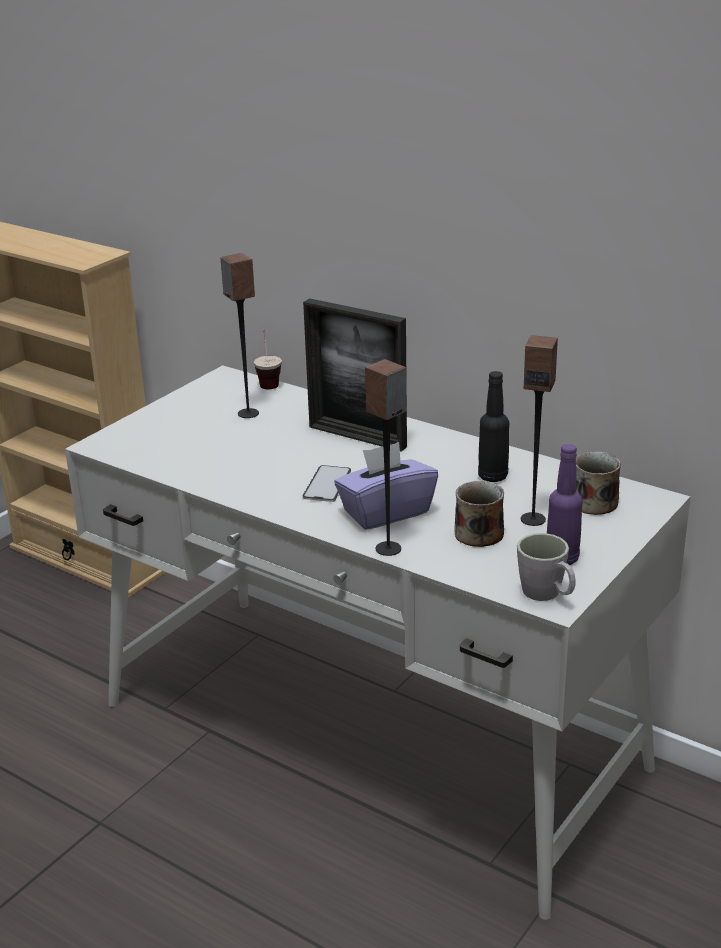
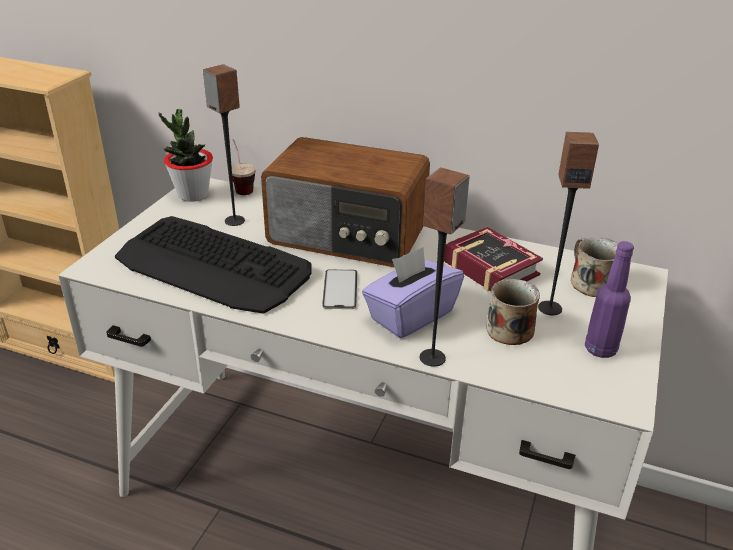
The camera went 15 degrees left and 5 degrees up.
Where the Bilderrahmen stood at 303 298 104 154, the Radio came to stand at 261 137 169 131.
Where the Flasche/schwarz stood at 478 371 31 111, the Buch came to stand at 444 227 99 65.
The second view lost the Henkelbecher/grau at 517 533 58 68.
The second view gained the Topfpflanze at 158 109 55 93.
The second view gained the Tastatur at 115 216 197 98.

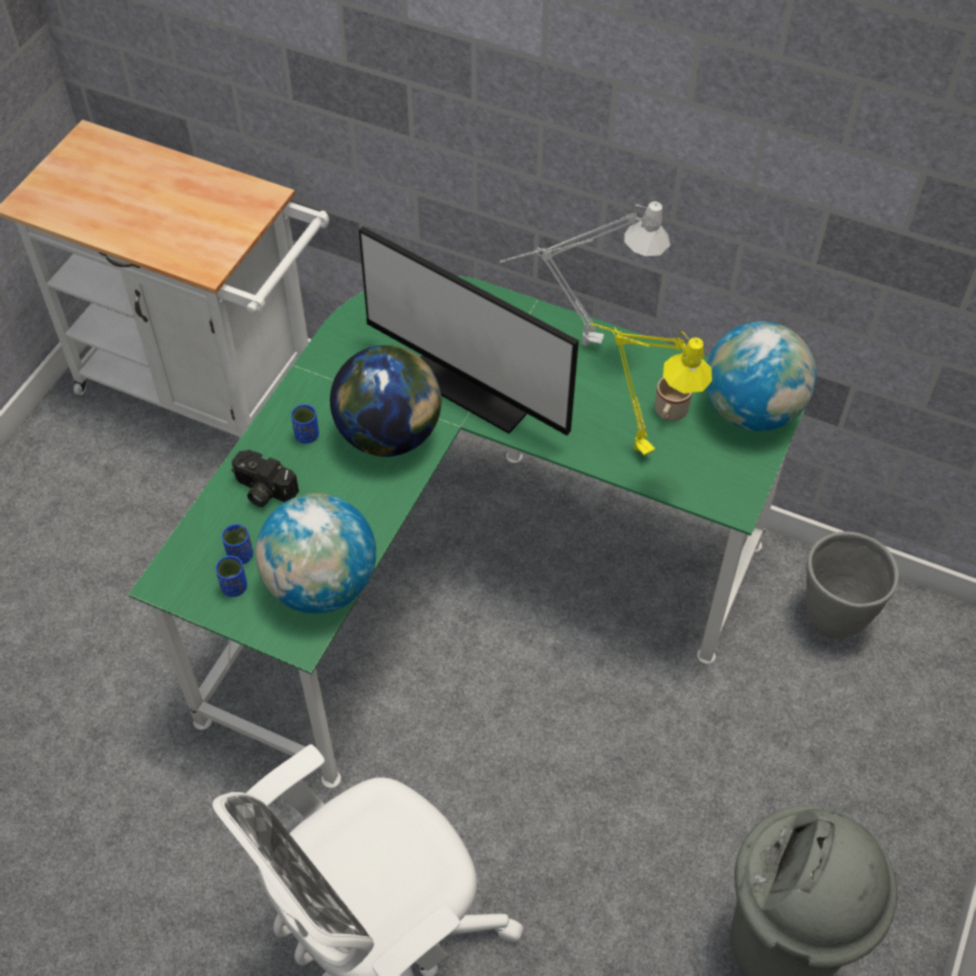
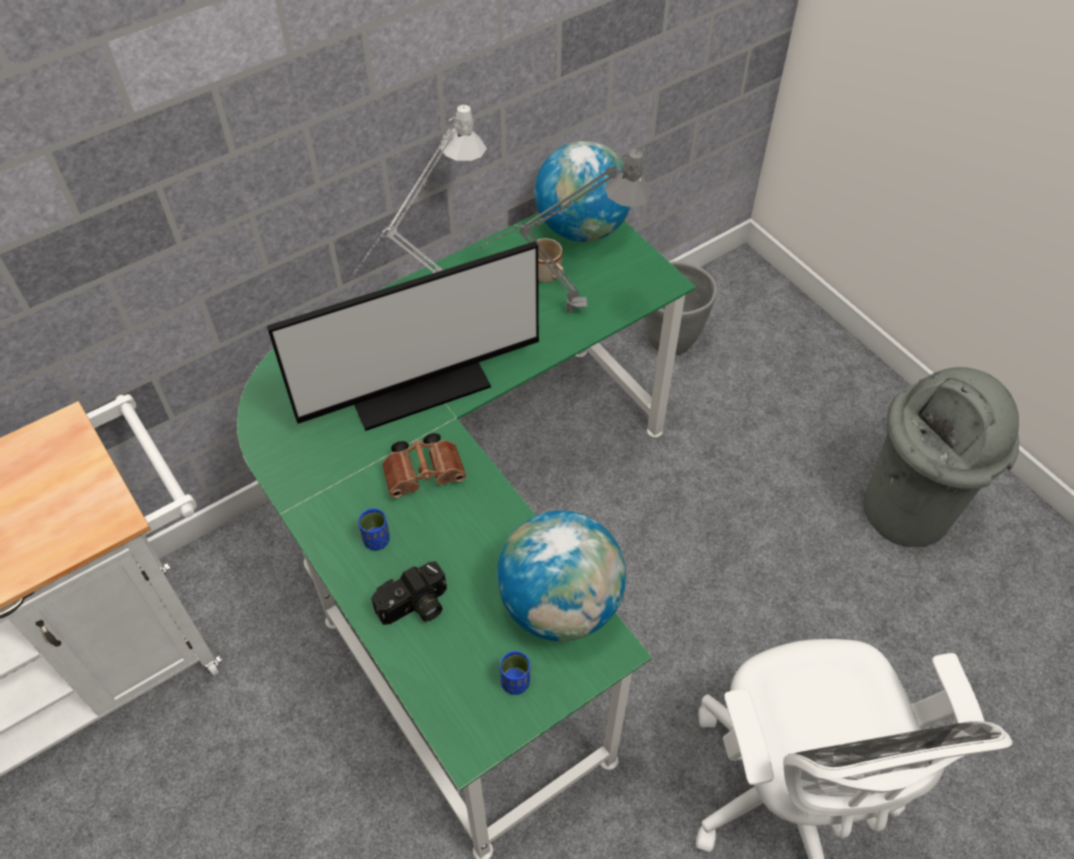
The camera went 60 degrees left and 0 degrees up.
What was the Tischlampe/gelb at 591 323 121 134 turned into the Tischlampe/grau at 476 149 176 164.
Where the Globus stood at 330 345 111 112, the Fernglas/braun came to stand at 382 433 85 65.
The second view lost the Tasse/blau at 222 524 31 40.

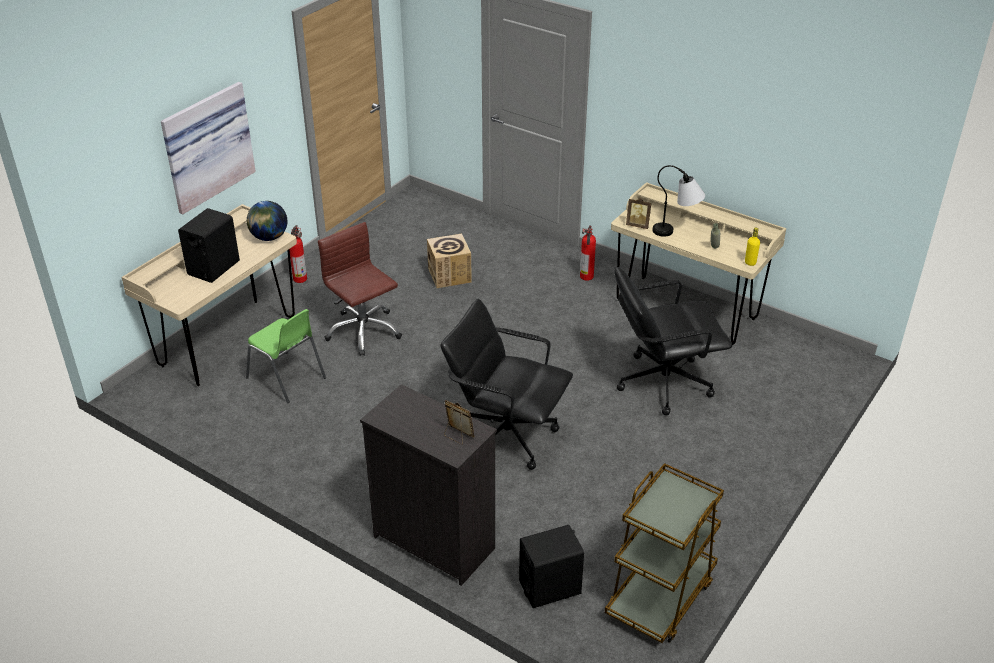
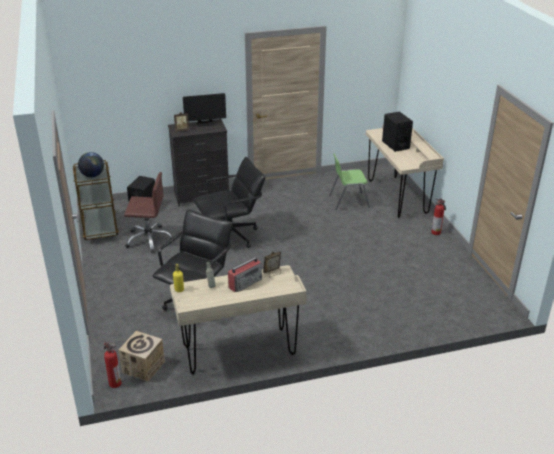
The camera went 130 degrees right and 5 degrees down.
The second view lost the Bild at 161 82 95 132.
Where the Tischlampe stood at 652 165 53 72, the Radio came to stand at 228 257 34 35.
The Globus ended up elsewhere, having gone from 247 201 40 40 to 78 152 26 25.
The Bürostuhl/braun ended up elsewhere, having gone from 318 222 84 134 to 124 172 49 81.
The Feuerlöscher ended up elsewhere, having gone from 580 225 16 56 to 104 341 17 47.
The Karton ended up elsewhere, having gone from 427 234 45 54 to 118 331 47 51.
The second view gained the Monitor at 183 93 43 33.

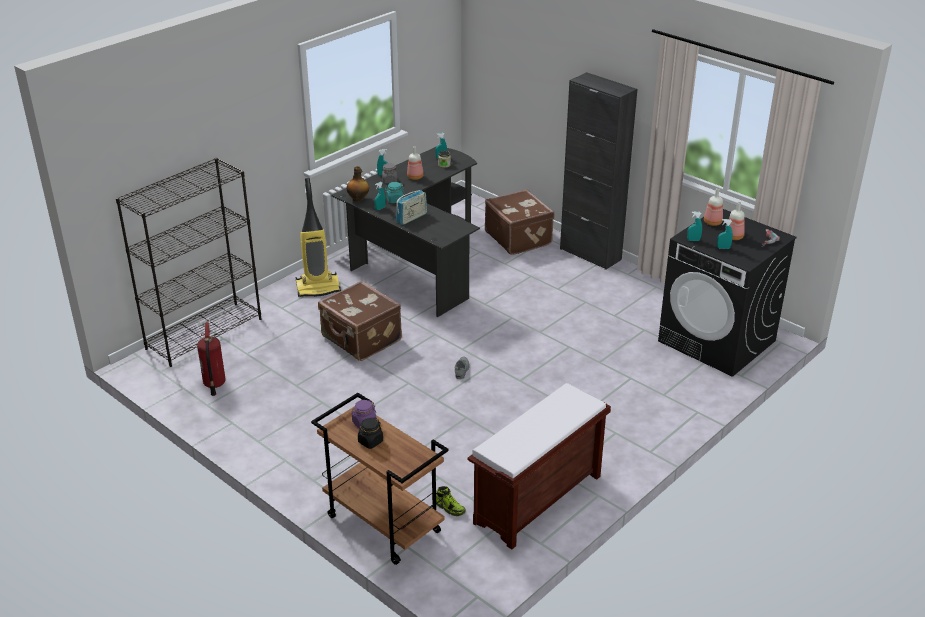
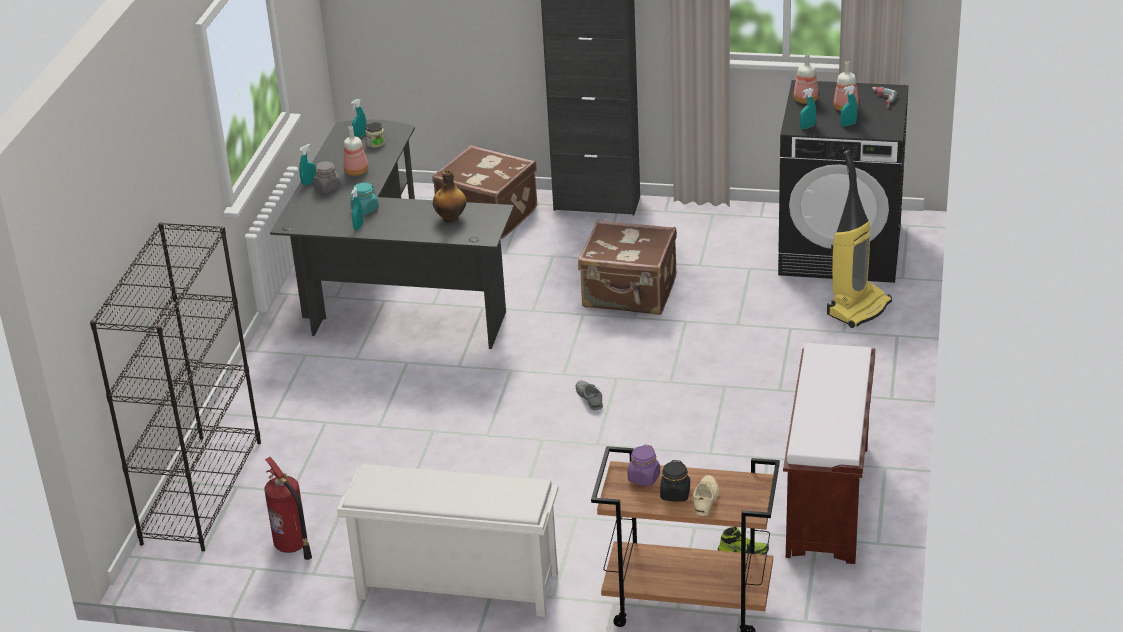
The camera went 30 degrees left and 0 degrees up.
The Flasche ended up elsewhere, having gone from 347 166 22 36 to 433 170 34 53.
The Staubsauger ended up elsewhere, having gone from 296 178 45 119 to 827 150 65 178.
The second view lost the Radio at 396 190 31 35.
The Koffer/braun ended up elsewhere, having gone from 318 281 84 80 to 578 220 99 95.
The second view gained the Schuhregal/weiß at 337 464 222 153.
The second view gained the Schuh/beige at 693 475 26 41.

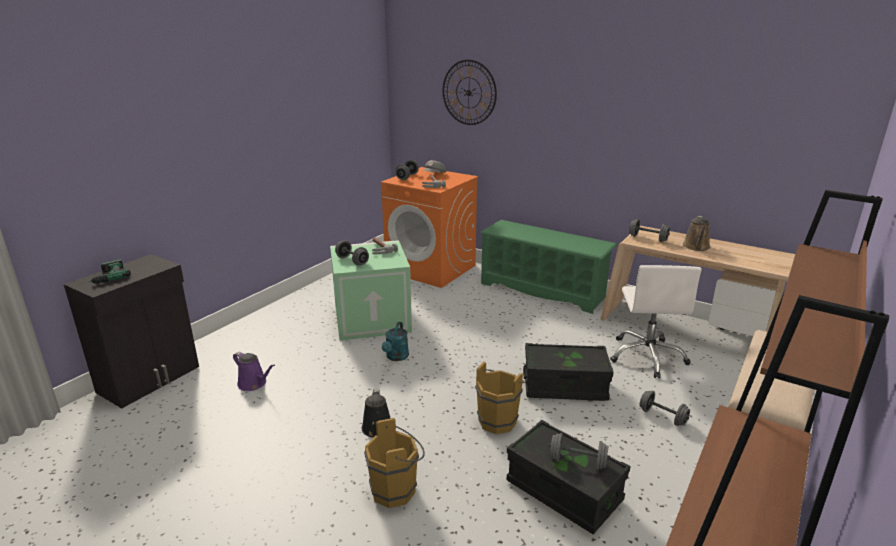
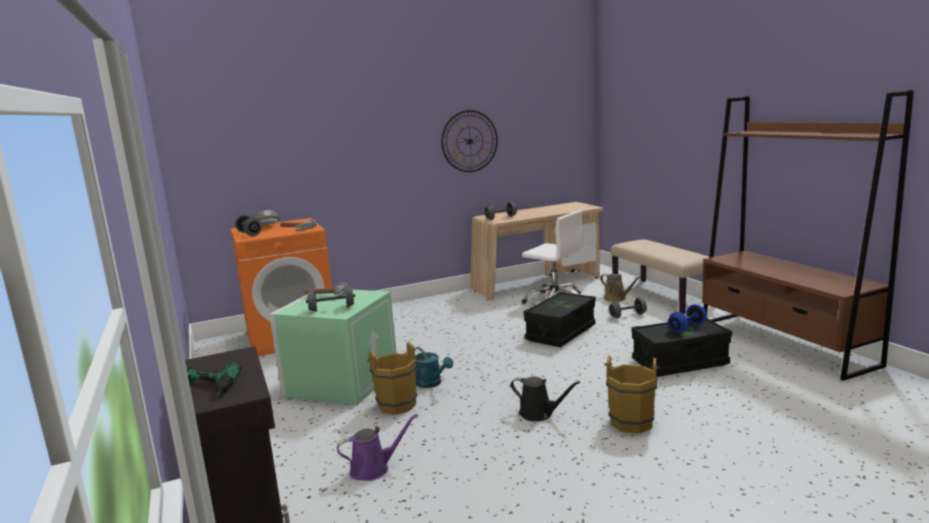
The camera went 55 degrees left and 10 degrees down.
The Wanduhr ended up elsewhere, having gone from 443 60 54 65 to 441 110 57 62.
The Gießkanne/braun ended up elsewhere, having gone from 683 216 27 35 to 600 274 41 28.
The second view lost the Schuhregal/grün at 480 220 137 94.
The Eimer/braun ended up elsewhere, having gone from 475 362 50 72 to 367 342 50 73.
What was the Hantel/grau at 549 433 61 37 turned into the Hantel/blau at 668 304 39 29.

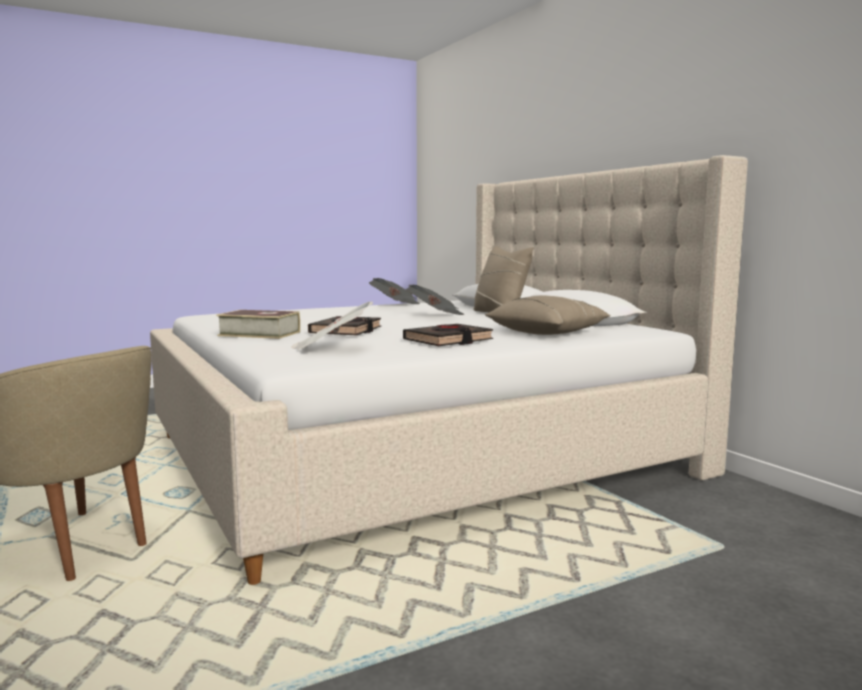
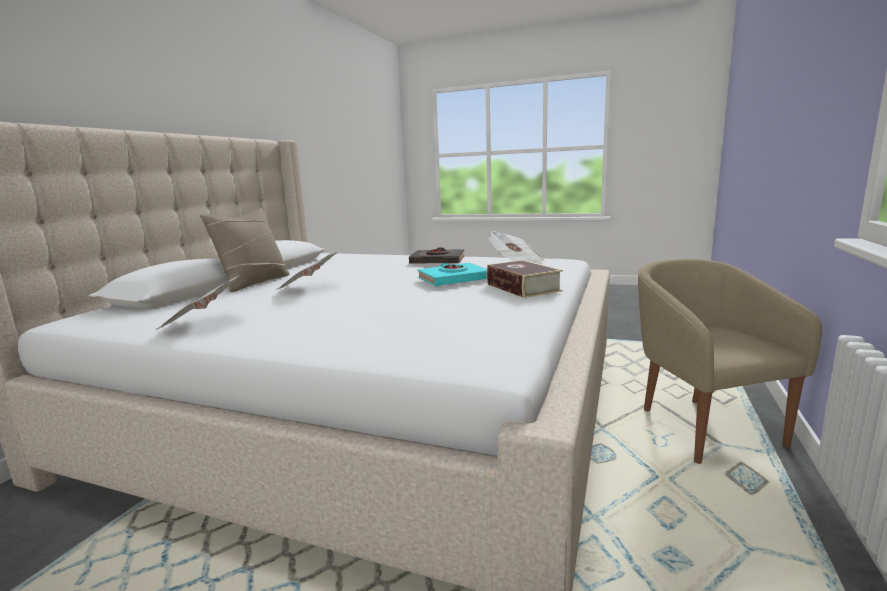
The camera went 130 degrees left and 5 degrees up.
The second view lost the Kissen/beige at 485 295 126 40.
What was the Buch/schwarz at 308 316 73 19 turned into the Buch/türkis at 417 263 70 23.

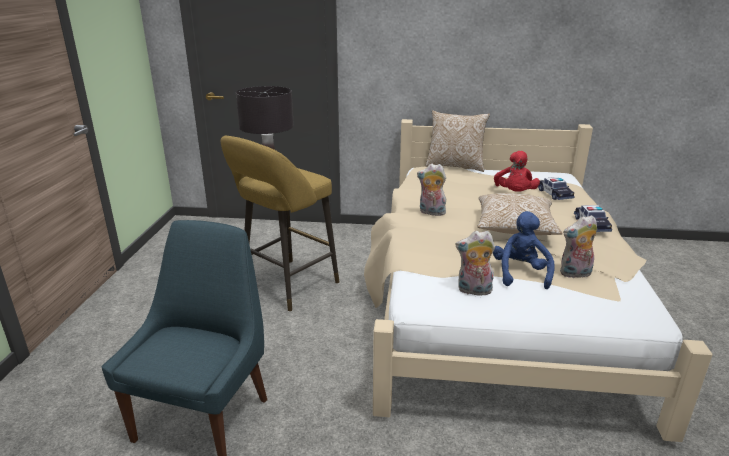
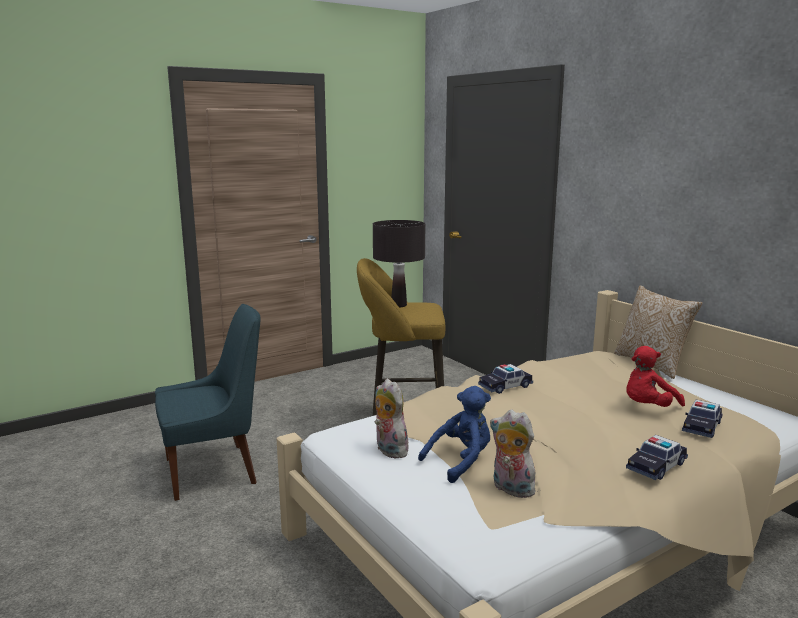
The camera went 50 degrees right and 10 degrees down.
Where the Plüschtier stood at 417 164 29 52, the Spielzeugauto came to stand at 478 364 55 30.
The second view lost the Kissen at 477 193 86 42.

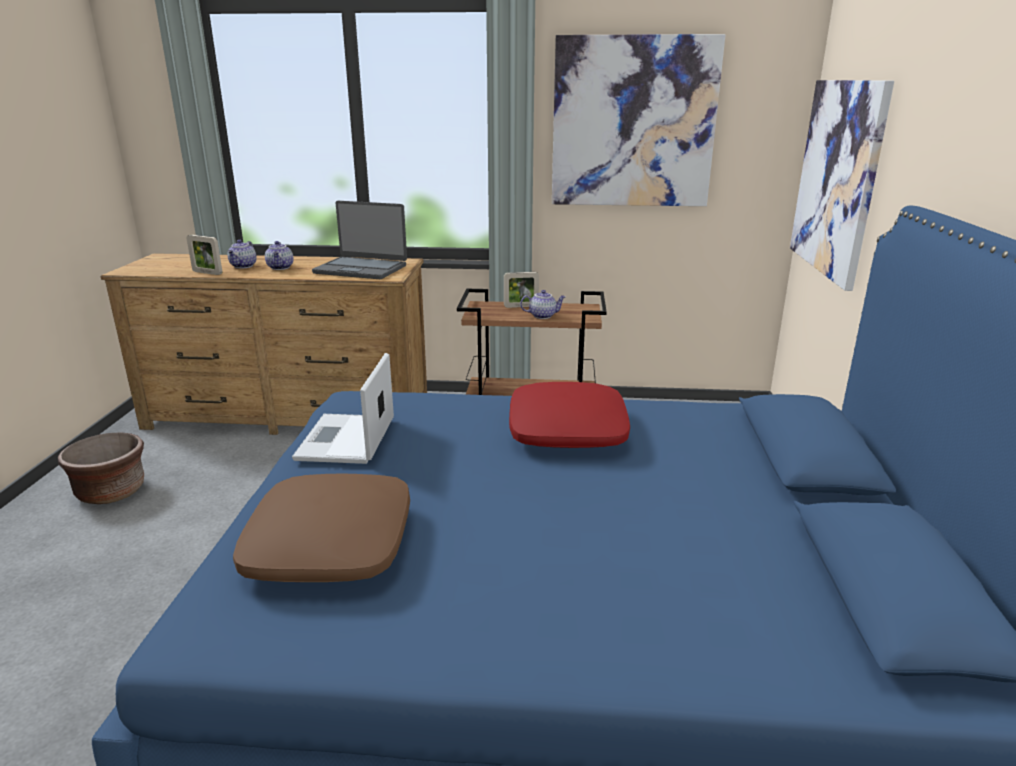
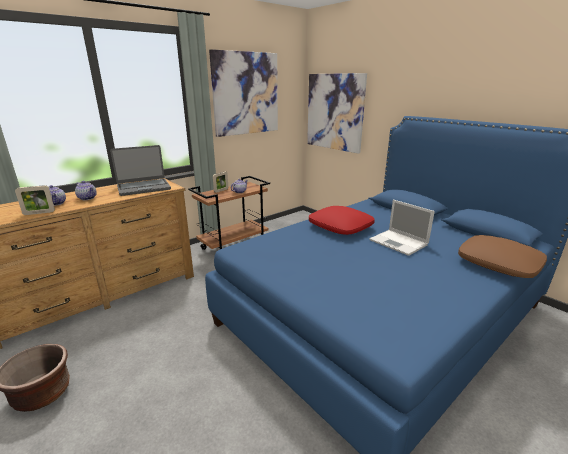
The camera went 45 degrees left and 0 degrees up.
The Laptop ended up elsewhere, having gone from 292 353 102 111 to 369 199 66 57.
The Kissen/braun ended up elsewhere, having gone from 233 473 177 109 to 458 235 89 43.

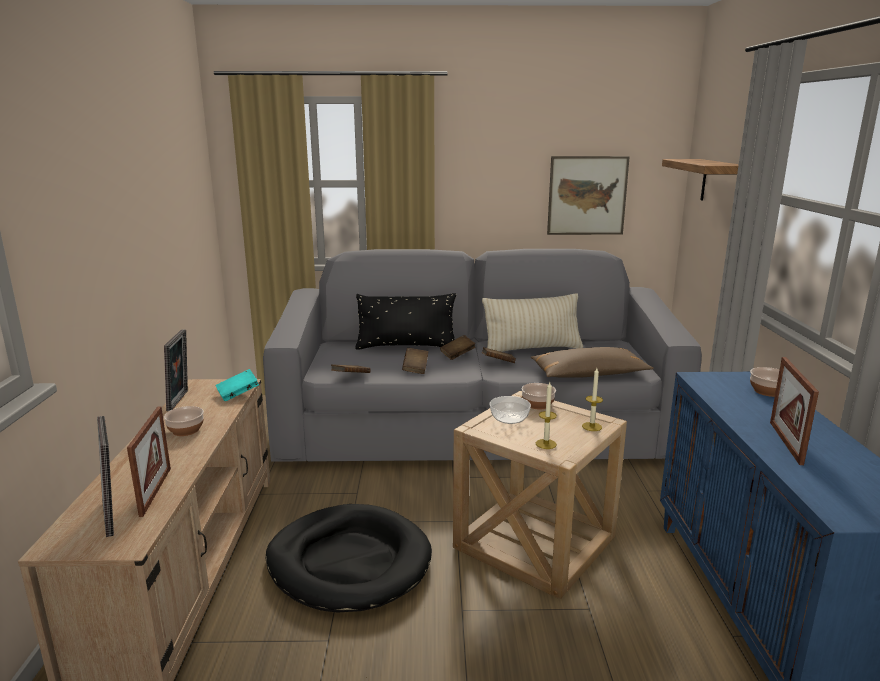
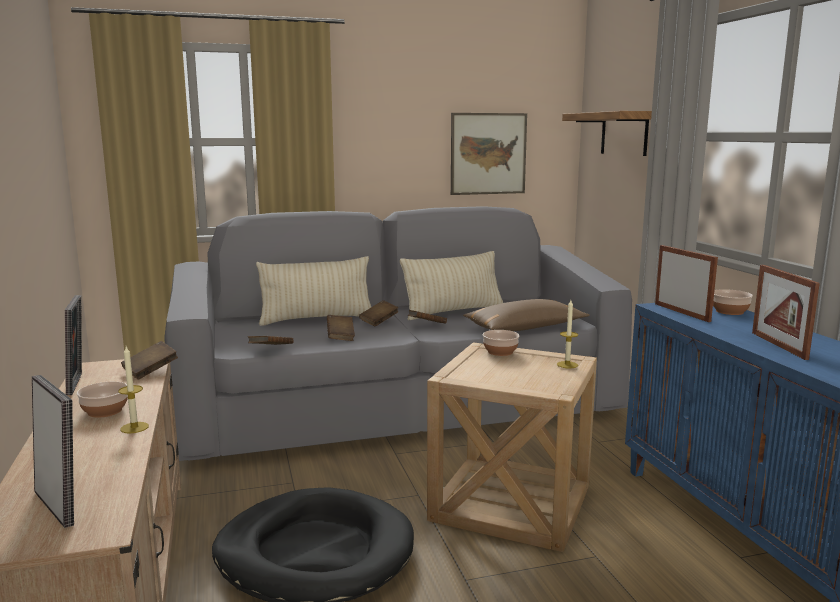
The camera went 15 degrees left and 5 degrees down.
What was the Kissen/schwarz at 355 293 101 57 turned into the Kissen/beige at 256 256 115 70.
What was the Buch/türkis at 215 369 44 32 turned into the Buch/braun at 121 341 57 38.
The Kerze ended up elsewhere, having gone from 536 382 21 67 to 118 347 31 86.
The second view lost the Schüssel at 490 396 41 28.
The Bilderrahmen ended up elsewhere, having gone from 127 406 44 111 to 655 245 63 77.

